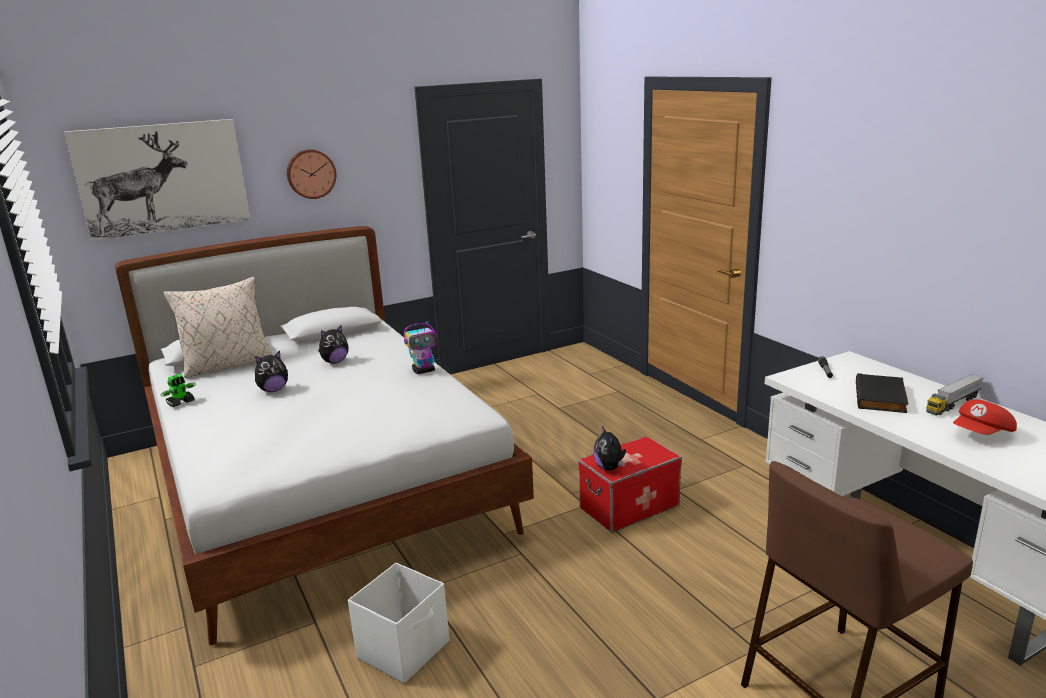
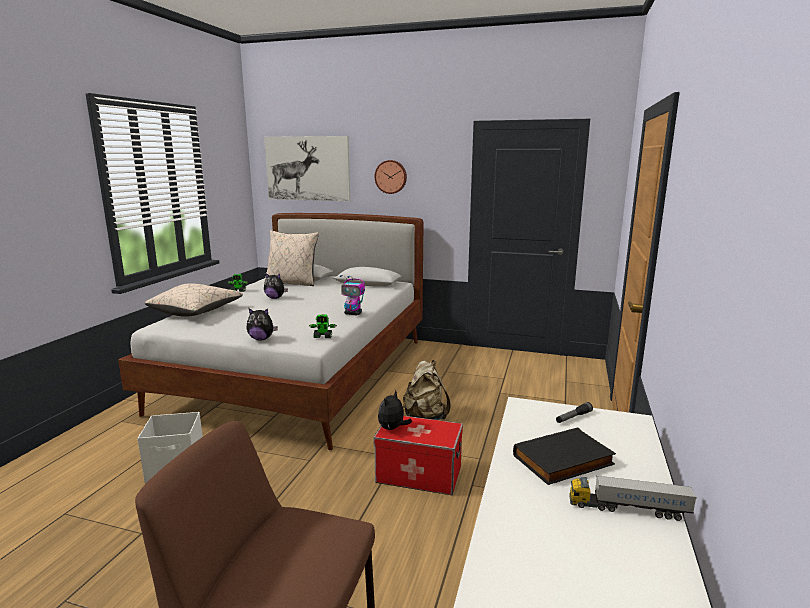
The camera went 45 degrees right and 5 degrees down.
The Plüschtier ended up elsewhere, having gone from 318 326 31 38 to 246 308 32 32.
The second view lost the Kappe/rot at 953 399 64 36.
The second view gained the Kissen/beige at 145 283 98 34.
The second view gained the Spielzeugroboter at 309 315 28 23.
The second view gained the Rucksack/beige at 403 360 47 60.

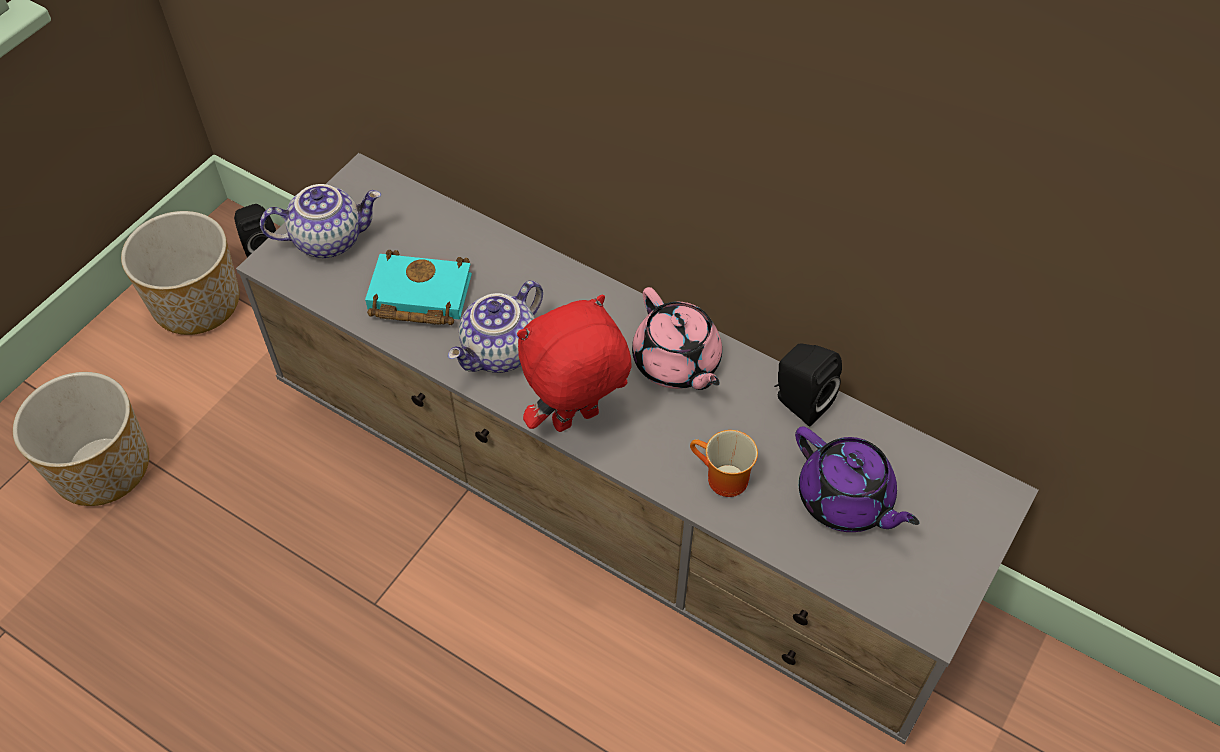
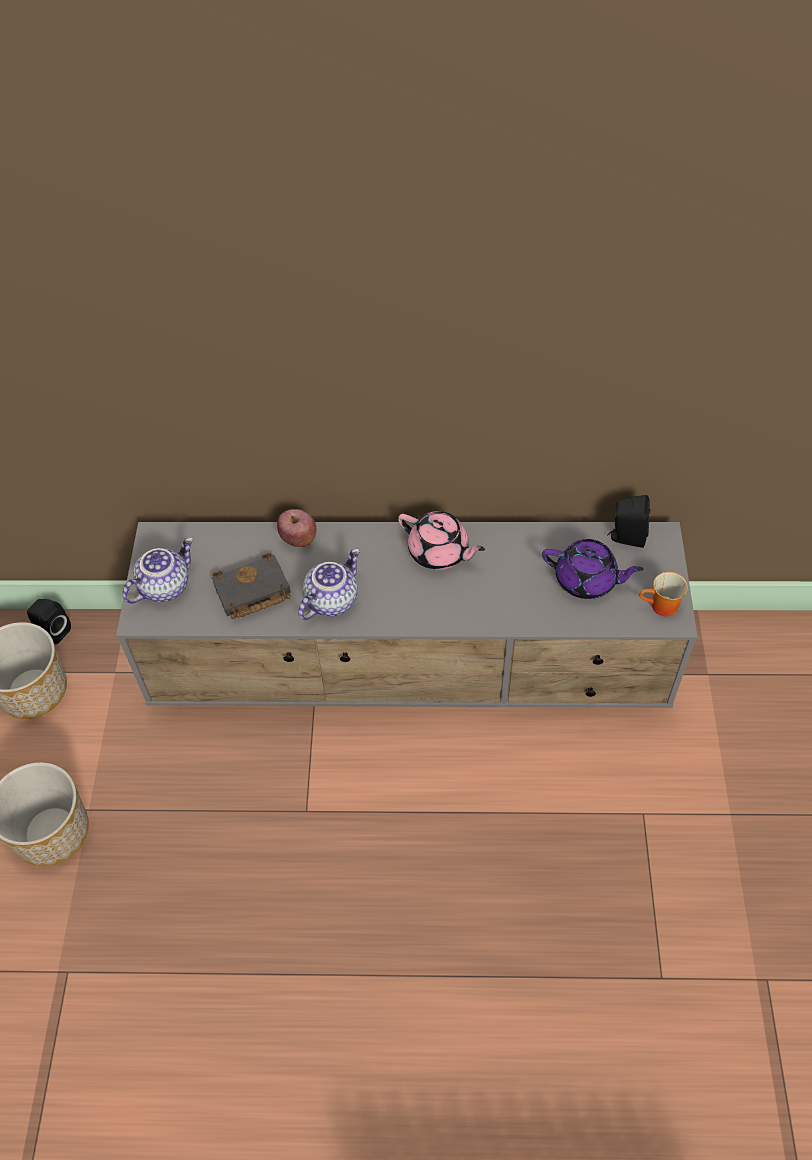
The camera went 30 degrees left and 0 degrees up.
What was the Buch/türkis at 365 250 107 75 turned into the Buch/schwarz at 212 553 79 66.
The Teekanne at 448 280 95 93 ended up facing another way, 150 degrees counterclockwise from before.
The second view lost the Plüschtier/rot at 517 295 114 137.
The Lautsprecher/schwarz ended up elsewhere, having gone from 774 344 68 83 to 607 495 44 53.
The Henkelbecher ended up elsewhere, having gone from 690 430 68 67 to 639 572 49 45.
The second view gained the Apfel at 277 509 40 38.

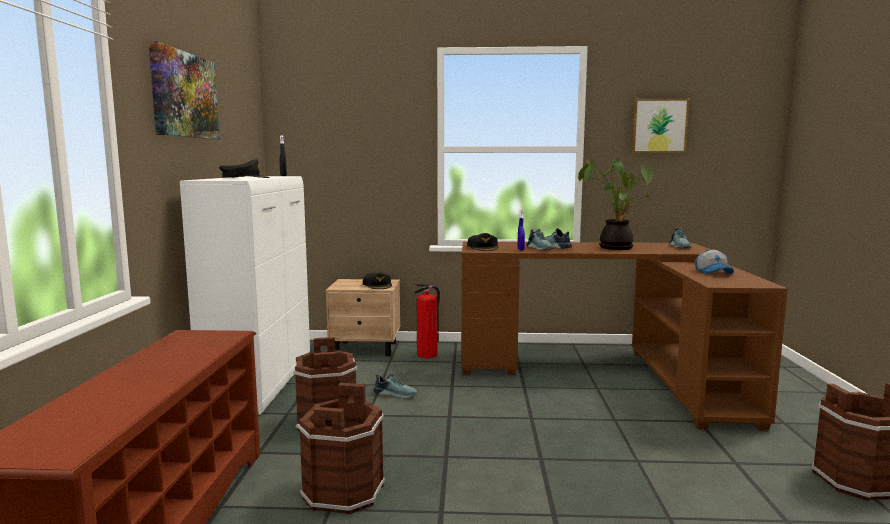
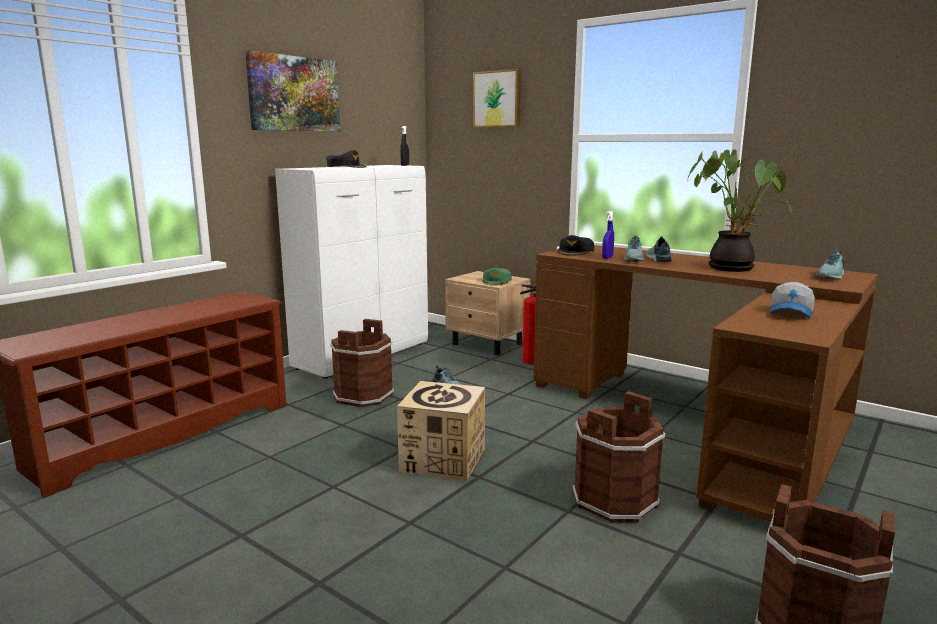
The camera went 35 degrees right and 5 degrees up.
The Bild ended up elsewhere, having gone from 631 99 58 54 to 473 69 48 58.
What was the Kappe/schwarz at 363 273 29 16 turned into the Kappe/grün at 482 268 30 18.
The Eimer/braun ended up elsewhere, having gone from 297 383 88 132 to 573 391 93 132.
The second view gained the Karton at 397 381 88 100.

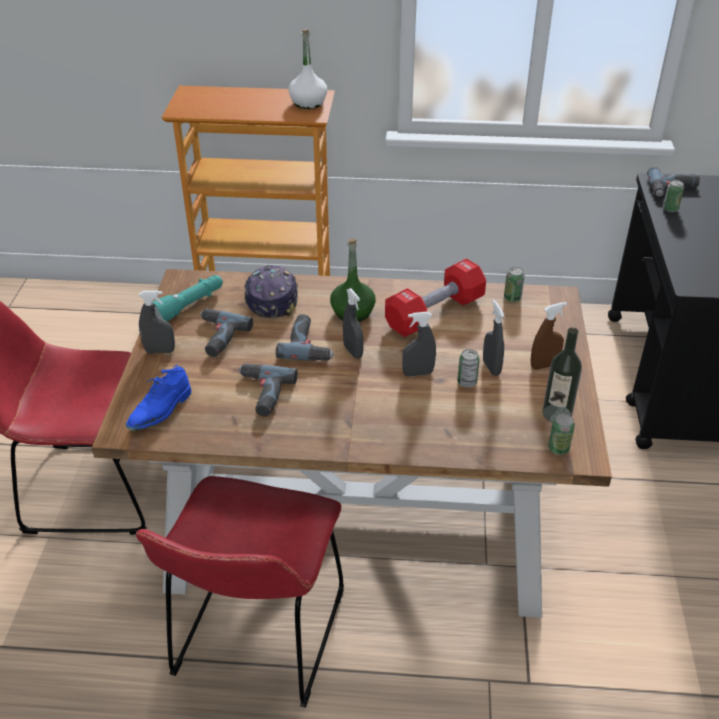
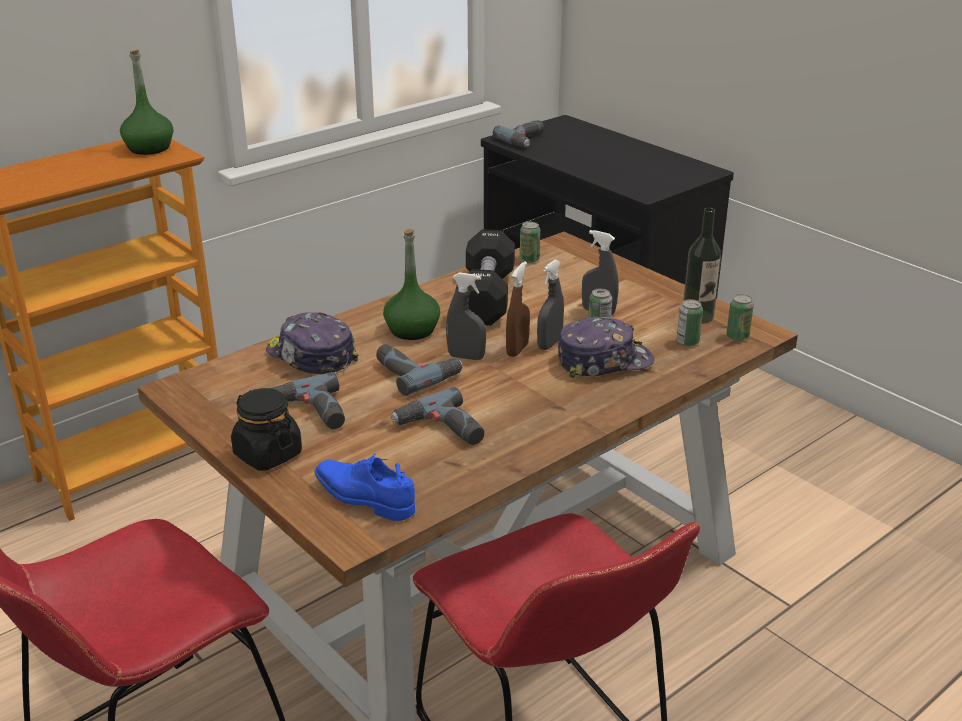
The camera went 45 degrees left and 10 degrees down.
What was the Flasche/weiß at 289 29 38 80 turned into the Flasche/grün at 120 50 54 105.
The Dose ended up elsewhere, having gone from 663 180 21 32 to 676 299 27 47.
What was the Hantel/rot at 385 258 101 79 turned into the Hantel/schwarz at 455 230 60 96.
The second view lost the Taschenlampe/türkis at 153 275 70 46.
Where the Sprühflasche/grau stood at 139 290 36 64, the Vorratsglas/schwarz came to stand at 231 388 71 82.
The Sprühflasche/braun ended up elsewhere, having gone from 531 302 36 68 to 506 261 24 96.
The Schuh/blau at 126 365 65 66 ended up facing another way, 135 degrees clockwise from before.
The second view gained the Kappe at 557 317 97 61.

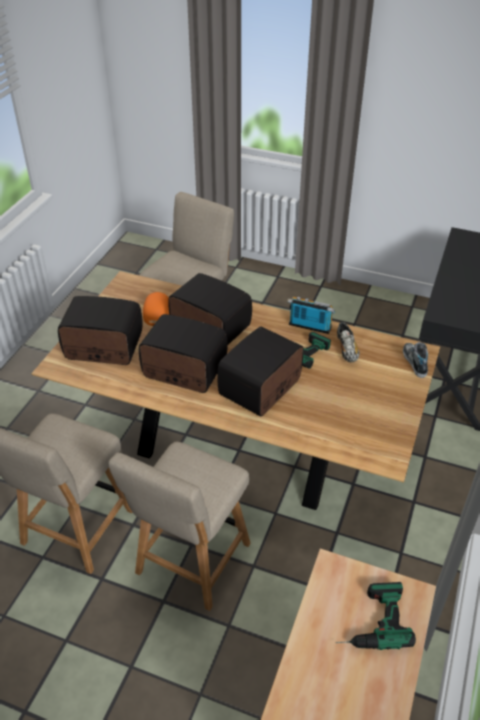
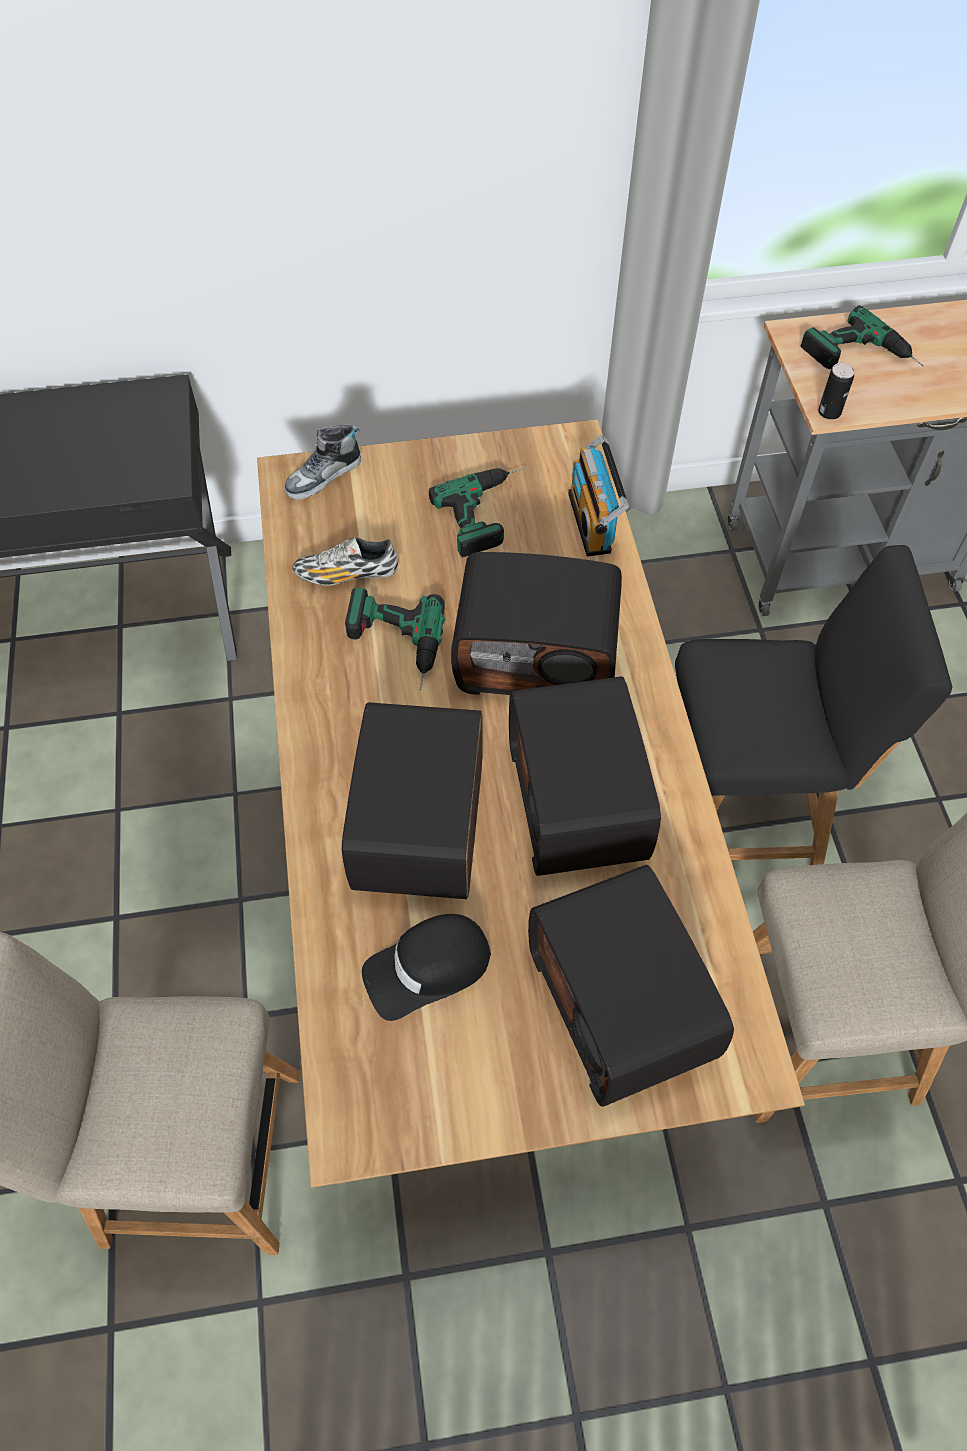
The camera went 120 degrees left and 15 degrees up.
What was the Kappe/orange at 143 292 26 34 turned into the Kappe/schwarz at 362 914 129 107.
The Radio ended up elsewhere, having gone from 287 297 48 37 to 568 435 61 122.
The Schuh at 337 322 23 40 ended up facing another way, 150 degrees counterclockwise from before.
What was the Stuhl/beige at 108 442 143 169 turned into the Stuhl/schwarz at 675 545 277 320.
The second view gained the Dose at 818 363 37 56.
The second view gained the Bohrmaschine at 429 468 96 89.

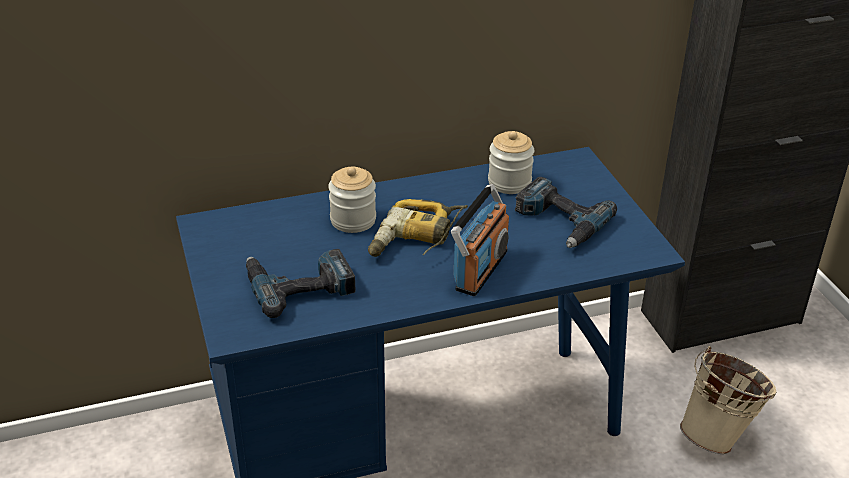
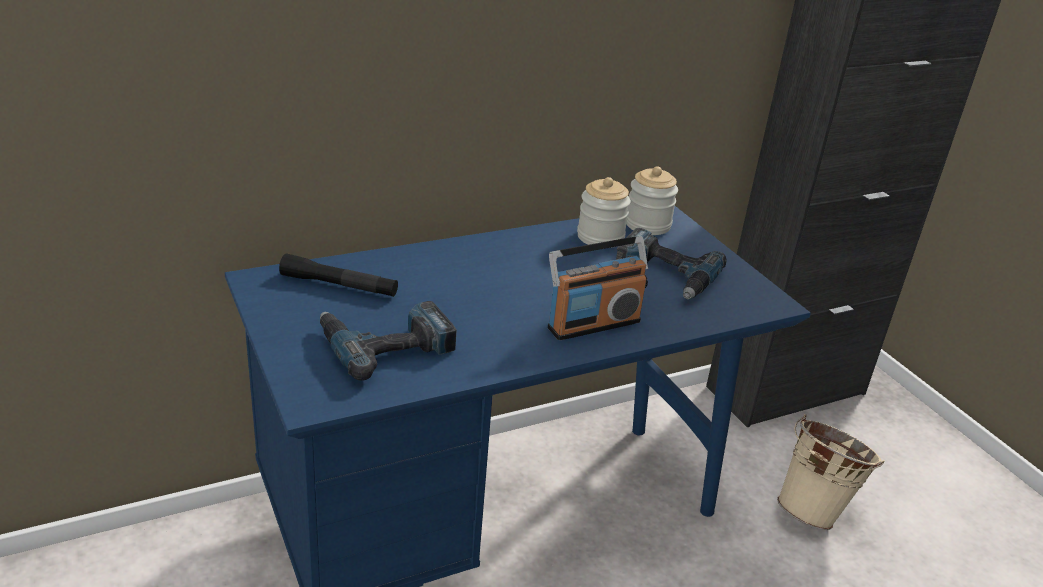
The camera went 10 degrees left and 5 degrees down.
The Vorratsglas ended up elsewhere, having gone from 328 167 48 66 to 627 166 51 69.
The Radio at 451 184 58 112 ended up facing another way, 45 degrees clockwise from before.
The second view lost the Bohrmaschine at 368 199 100 58.
The second view gained the Taschenlampe/schwarz at 279 254 119 43.

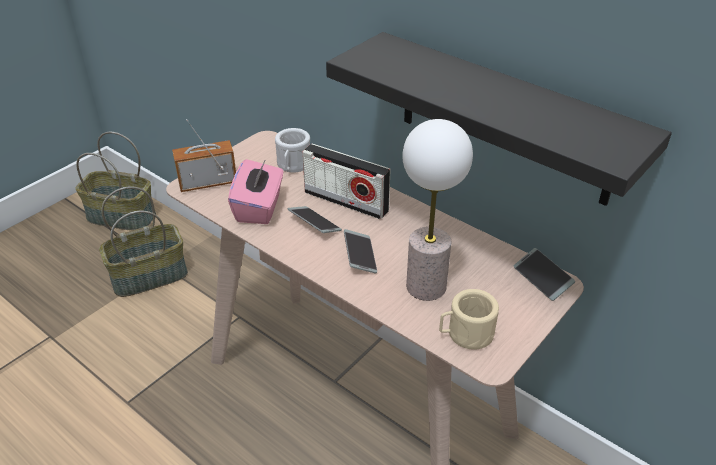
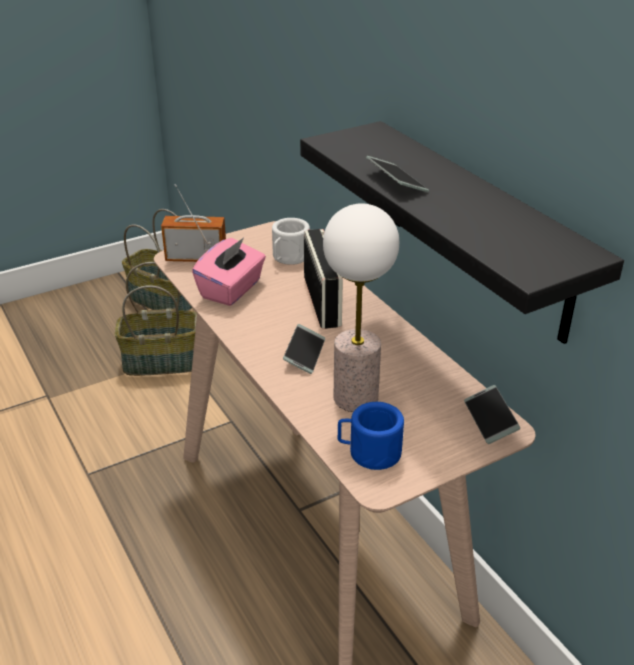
The camera went 20 degrees right and 5 degrees down.
The Radio at 302 143 89 76 ended up facing another way, 150 degrees counterclockwise from before.
The Handy ended up elsewhere, having gone from 288 206 54 27 to 366 156 63 36.
What was the Henkelbecher/beige at 439 289 60 61 turned into the Henkelbecher/blau at 338 402 66 68.

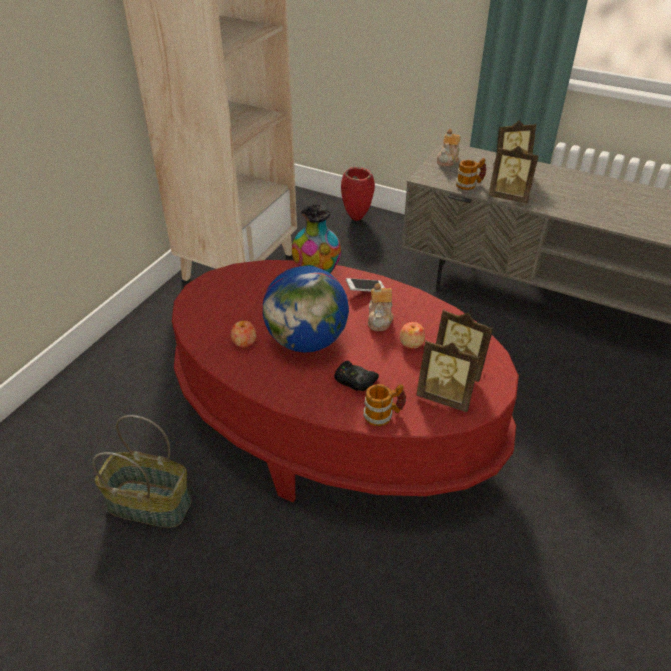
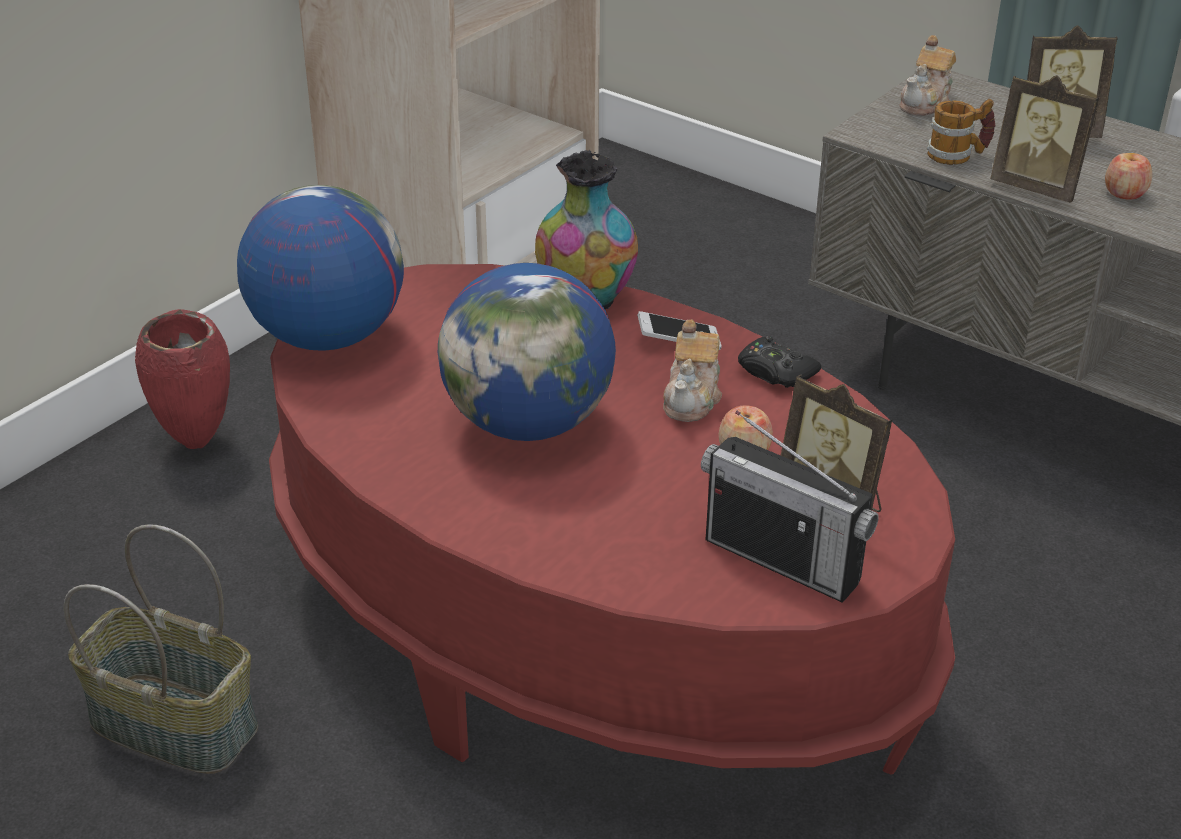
The camera went 10 degrees right and 5 degrees down.
The Vase/rot ended up elsewhere, having gone from 341 167 34 54 to 135 309 95 140.
The Apfel ended up elsewhere, having gone from 231 321 25 26 to 1105 153 47 47.
Where the Bilderrahmen stood at 416 339 64 73, the Radio came to stand at 701 411 178 192.
The Gamepad/schwarz ended up elsewhere, having gone from 334 361 45 30 to 738 336 83 52.
The second view lost the Henkelbecher at 363 384 43 42.
The second view gained the Globus at 237 185 167 166.

